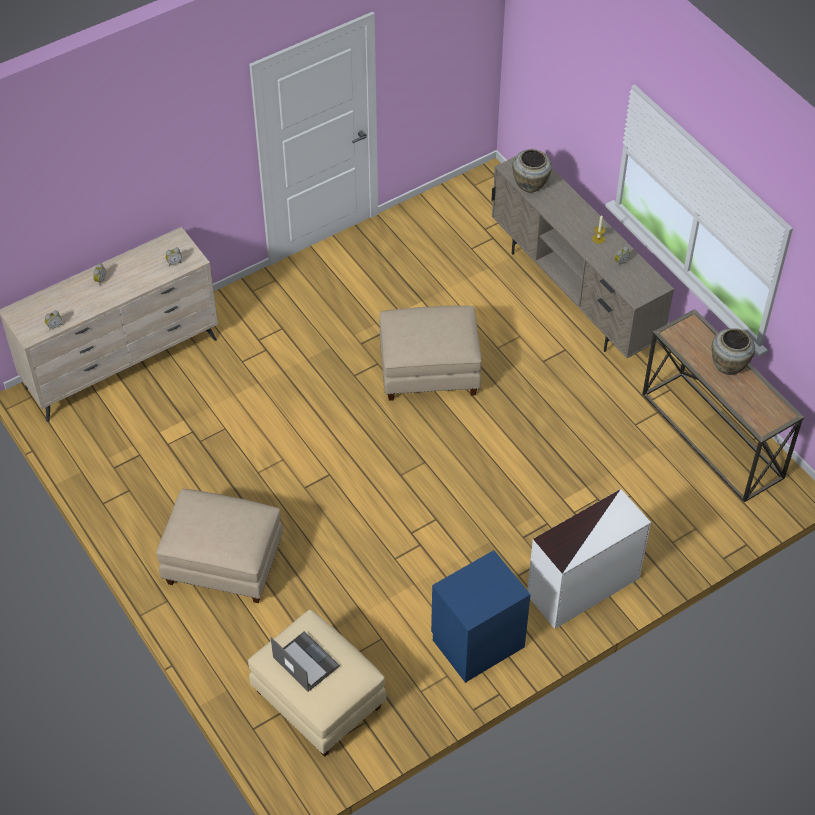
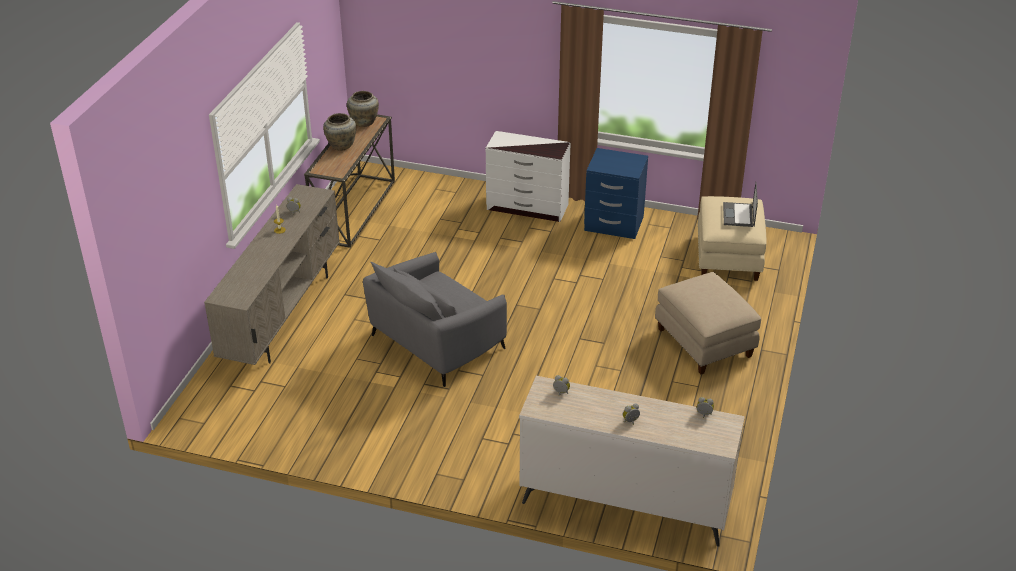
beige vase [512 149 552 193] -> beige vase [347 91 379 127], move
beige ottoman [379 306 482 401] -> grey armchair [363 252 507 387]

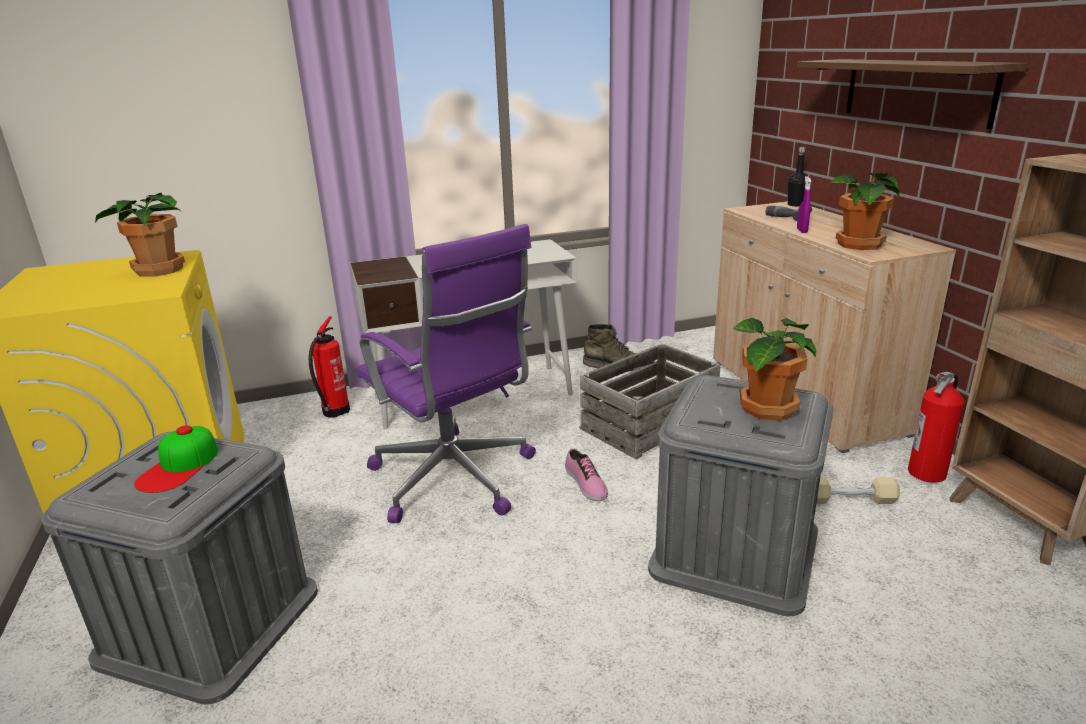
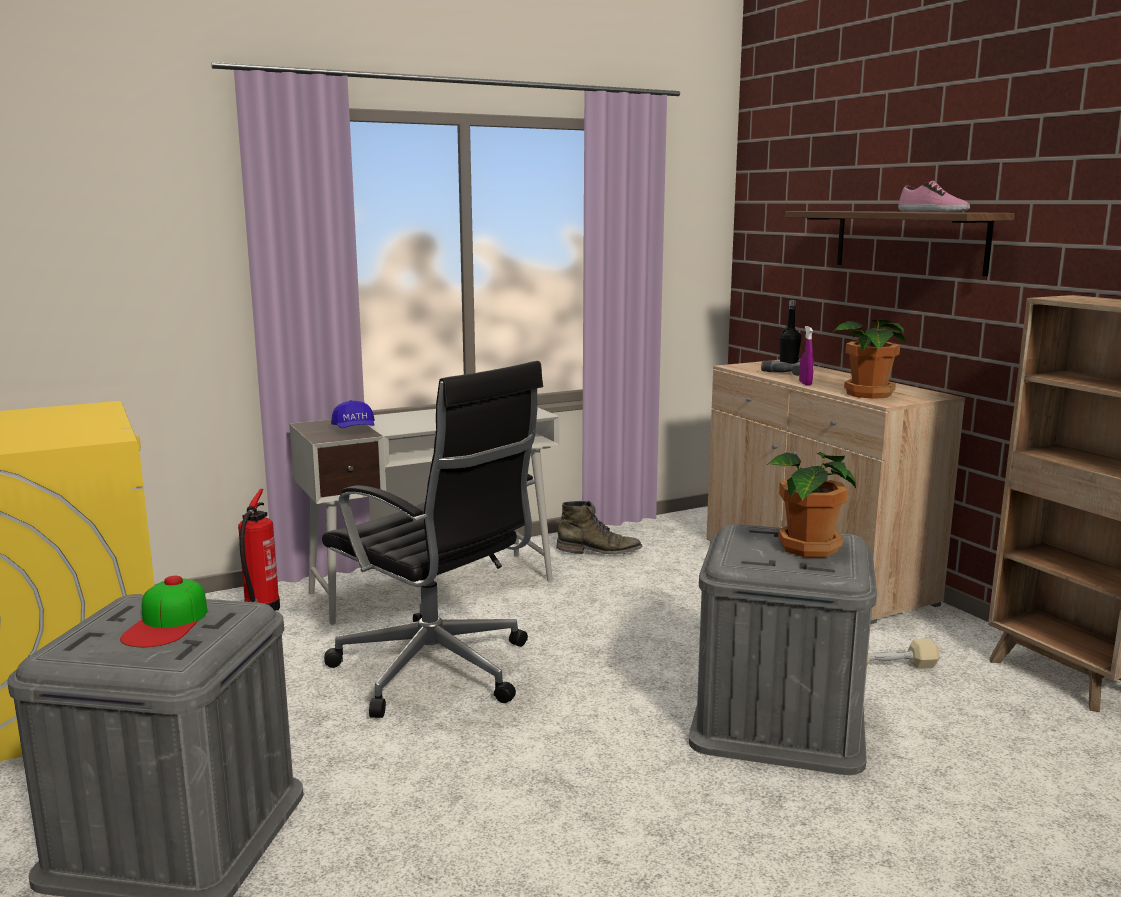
potted plant [95 193 185 277] -> none
crate [580 344 721 459] -> none
fire extinguisher [908 372 965 483] -> none
none -> blue cap [331 400 375 428]
shoe [565 449 608 501] -> shoe [898 181 970 212], move
purple office chair [356 224 536 523] -> black office chair [322 361 543 718]

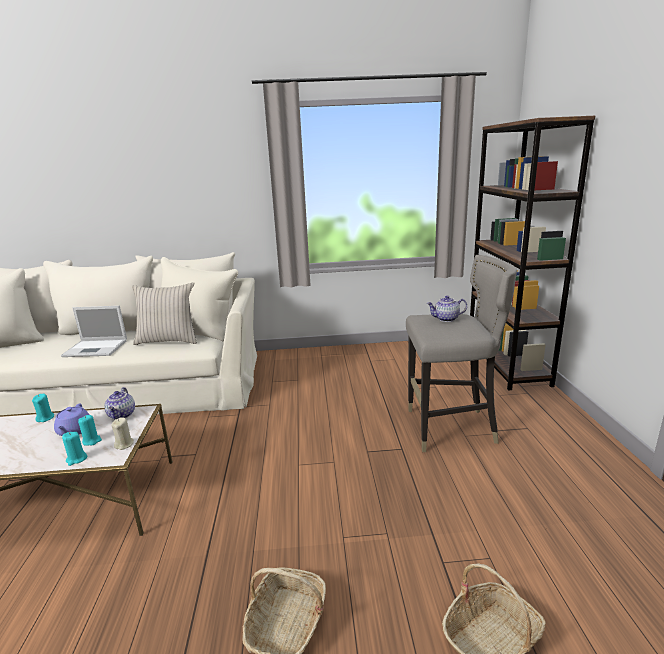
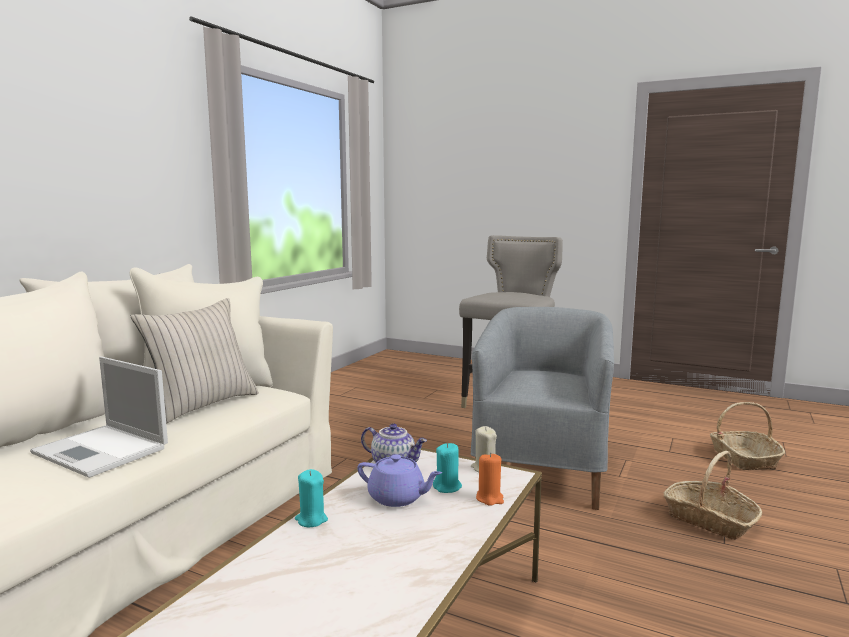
teapot [427 296 467 322] -> none
brown bookcase [470 116 595 390] -> none
none -> grey armchair [471 307 614 510]
turquoise candle [62 432 87 466] -> orange candle [476 453 504 506]
laptop [61 306 127 357] -> laptop [30 357 168 478], 90 degrees clockwise

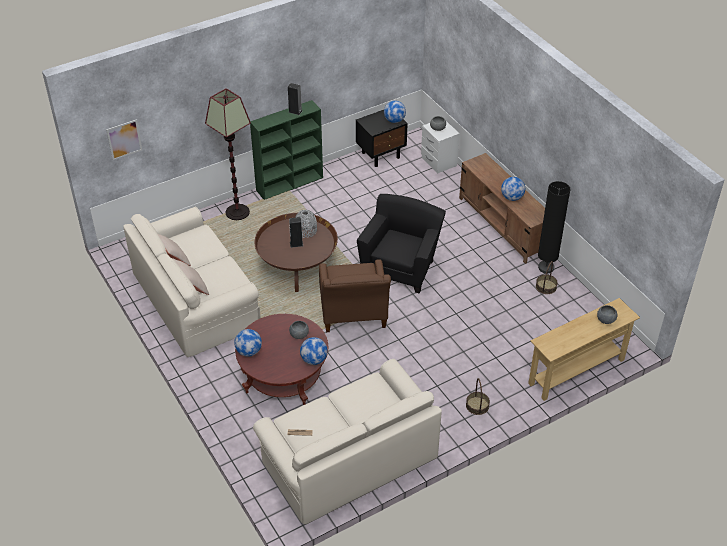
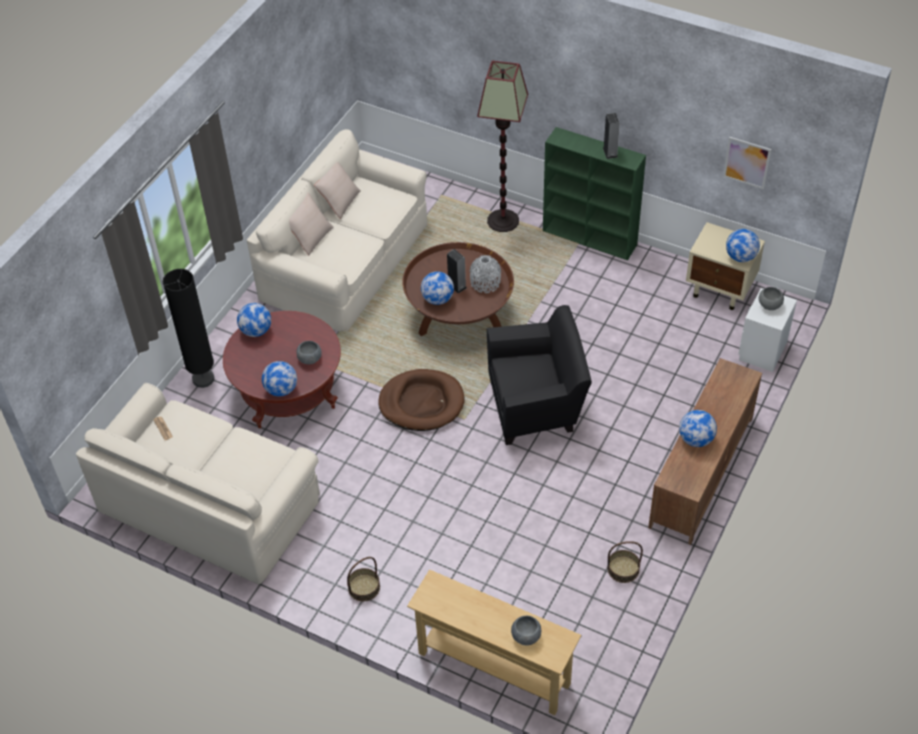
none -> globe [421 271 454 305]
picture [106 119 142 160] -> picture [723 137 772 189], move
black floor lamp [538 181 571 273] -> black floor lamp [163 269 214 388], move
brown armchair [319 259 391 332] -> brown dog bed [378 369 465 431]
black nightstand [356 110 408 167] -> beige nightstand [686 222 765 310]

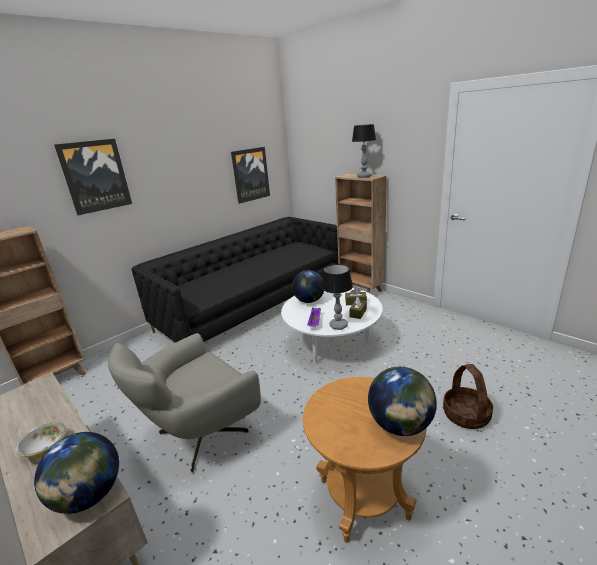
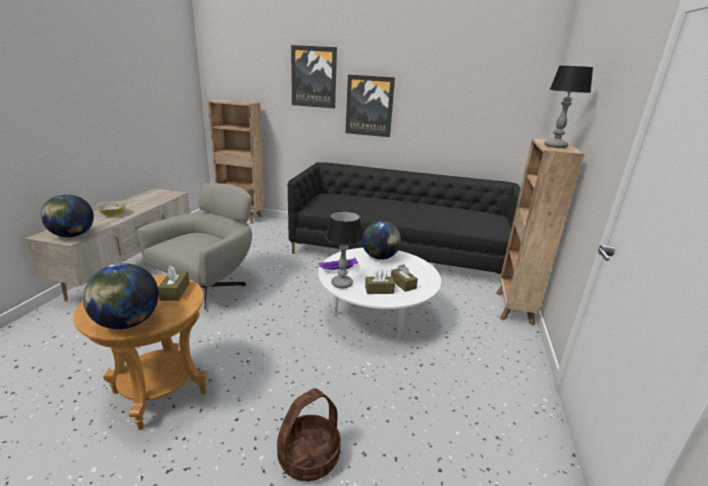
none -> brown tissue box [158 266 190 301]
picture [231 147 270 204] -> picture [346 75 395 137], move
grey armchair [108 333 261 473] -> grey armchair [137 183 252 310], 105 degrees clockwise

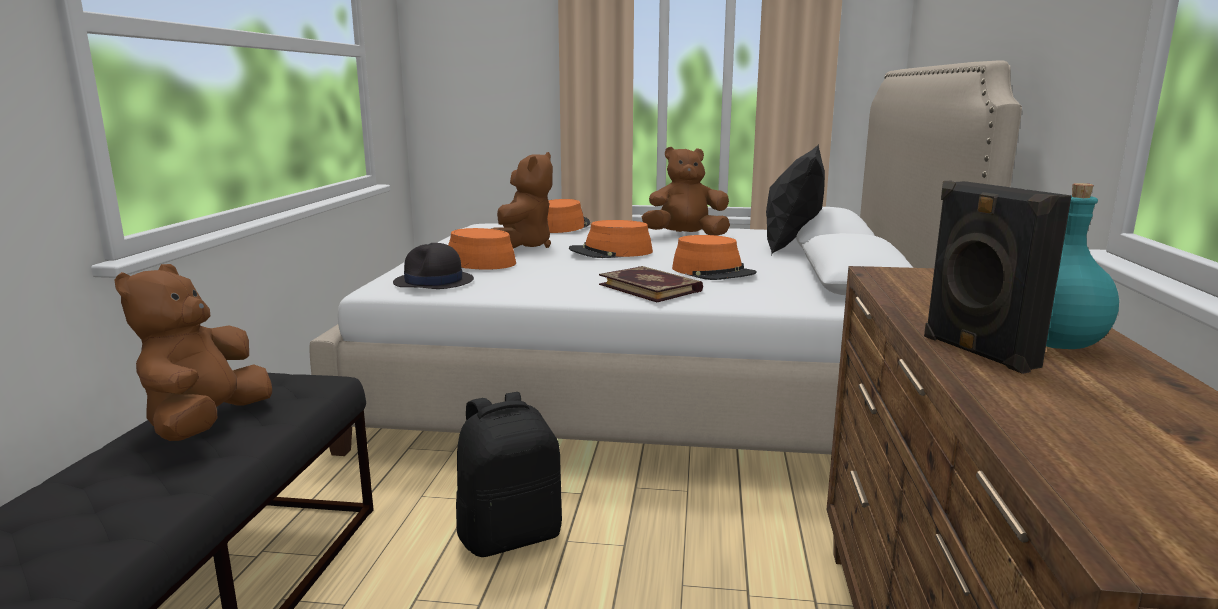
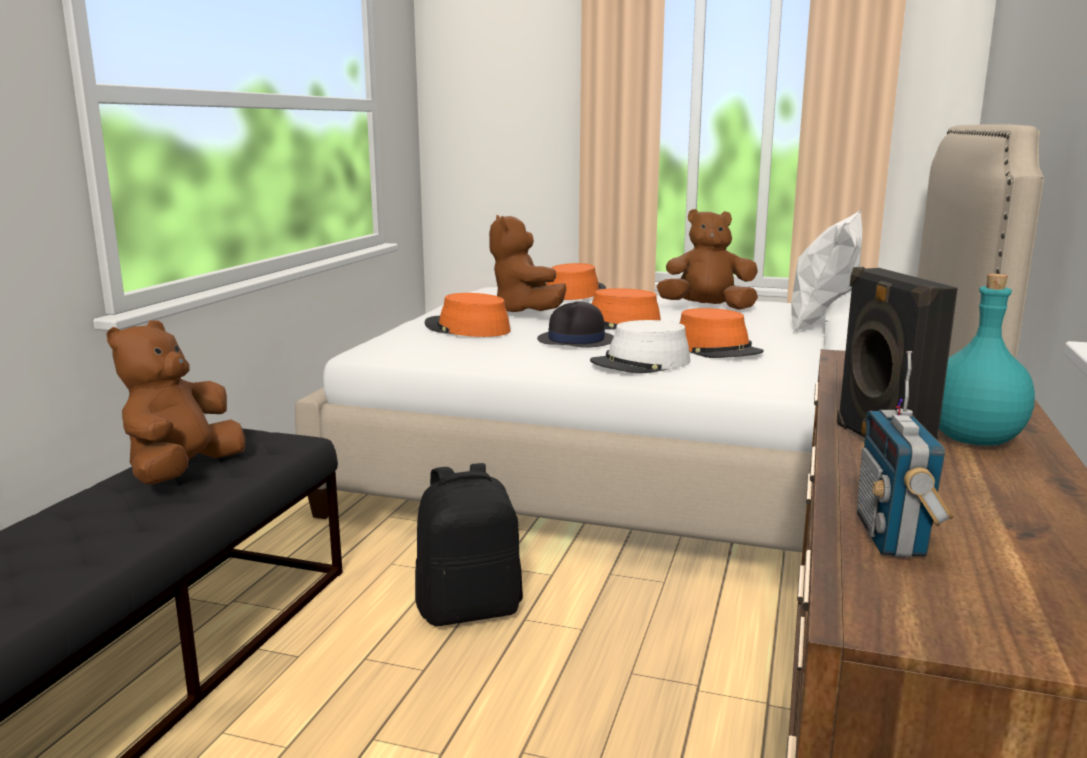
none -> radio [857 351 953 557]
black hat [393 243 474 289] -> black hat [537 301 614 348], move
book [599 266 703 302] -> white hat [590 320 690 374]
black pillow [766 144 825 255] -> white pillow [791 208 862 333]
brown plush toy [491 152 553 249] -> brown plush toy [489 215 566 312], 135 degrees clockwise

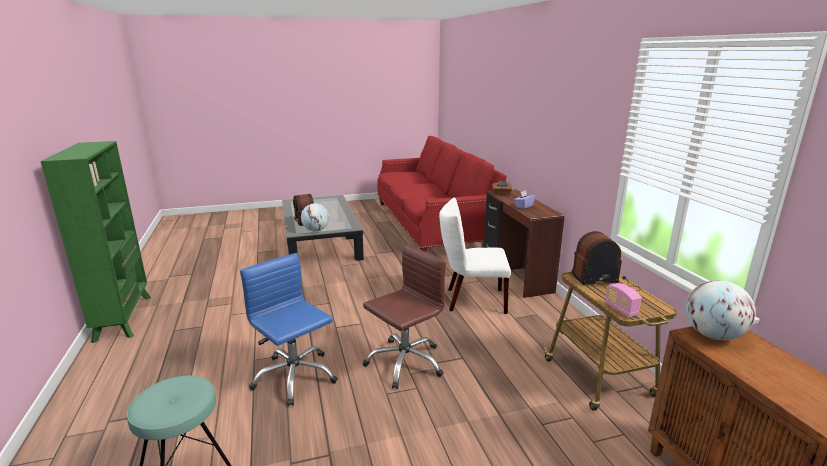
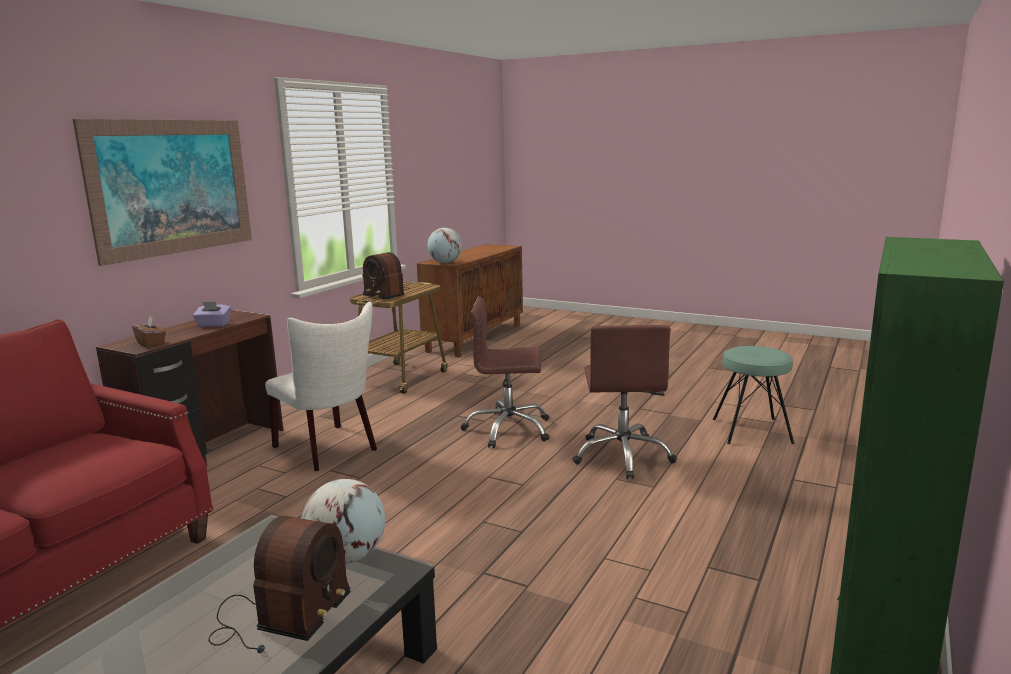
radio [605 283 642 317] -> none
none -> picture [73 119 252 266]
blue office chair [240 253 338 406] -> brown office chair [573 325 677 479]

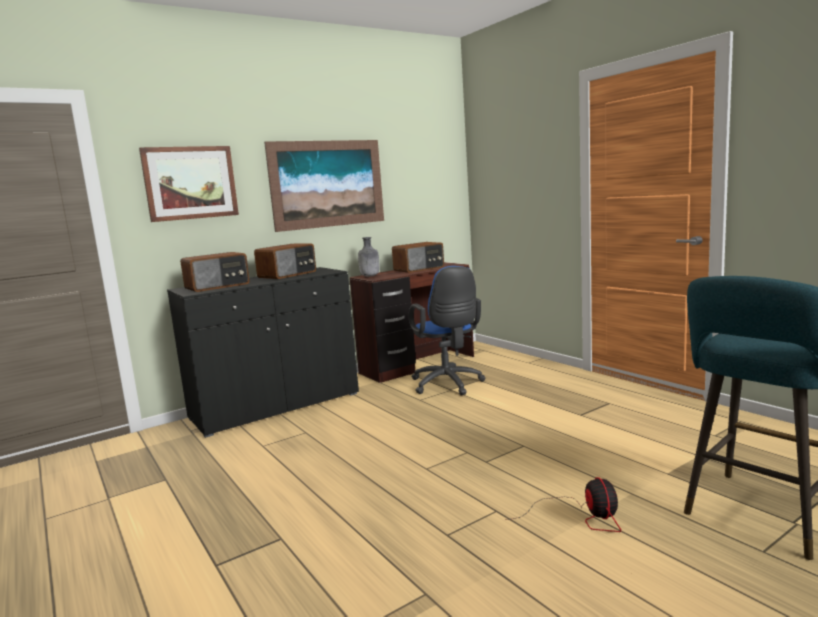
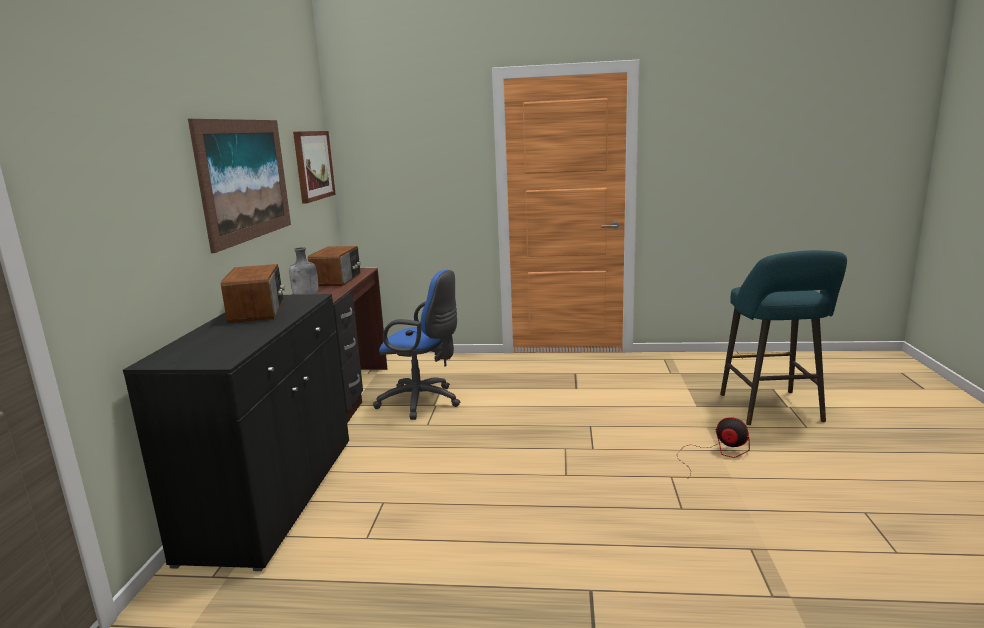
radio [180 252 250 292] -> none
picture [139 146 239 222] -> picture [293 131 336 204], move

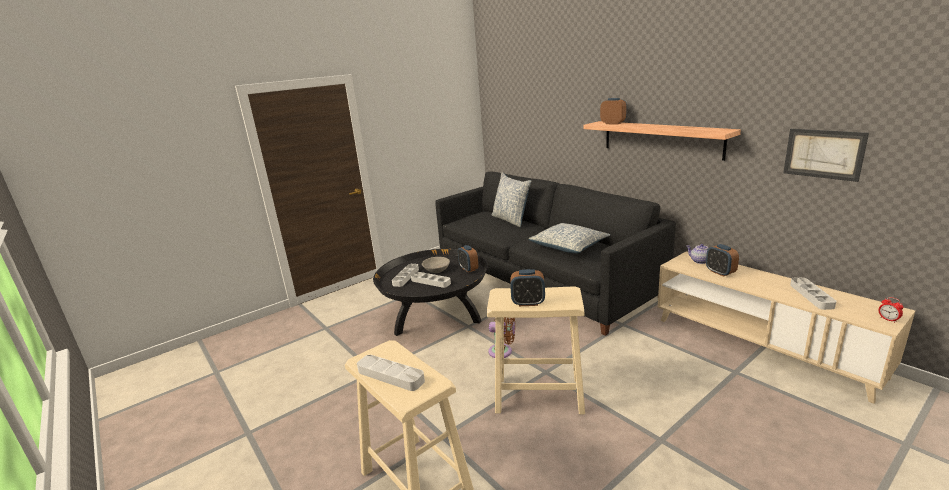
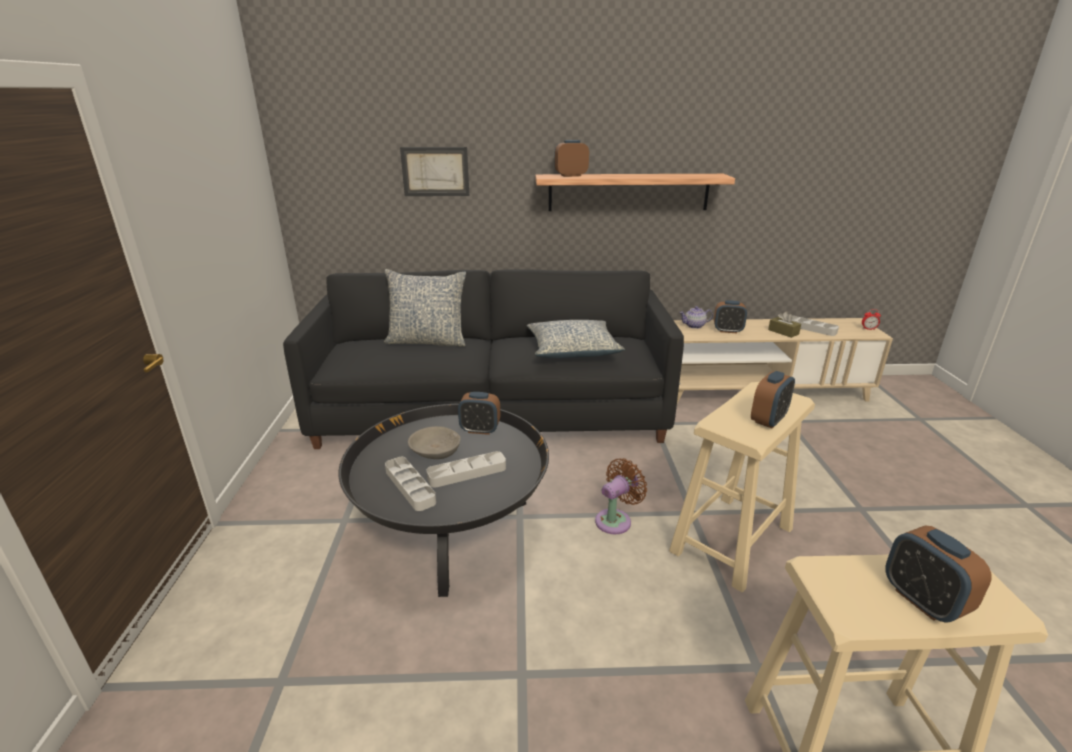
none -> brown tissue box [768 311 801 338]
picture [783 129 869 182] -> picture [400 147 469 196], move
grey tray [357 355 425 391] -> alarm clock [885 526 991 623]

